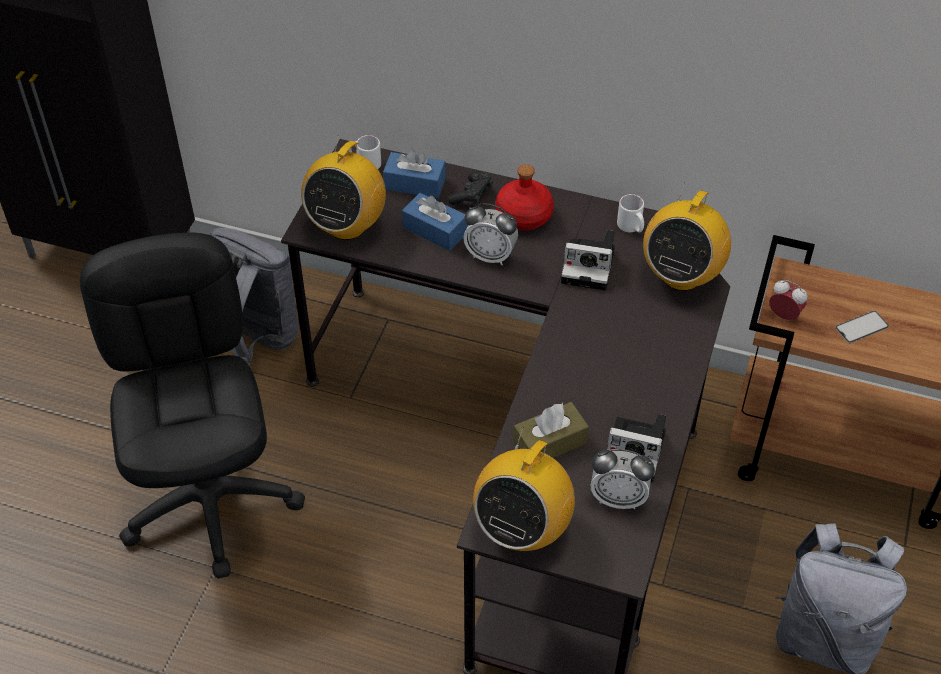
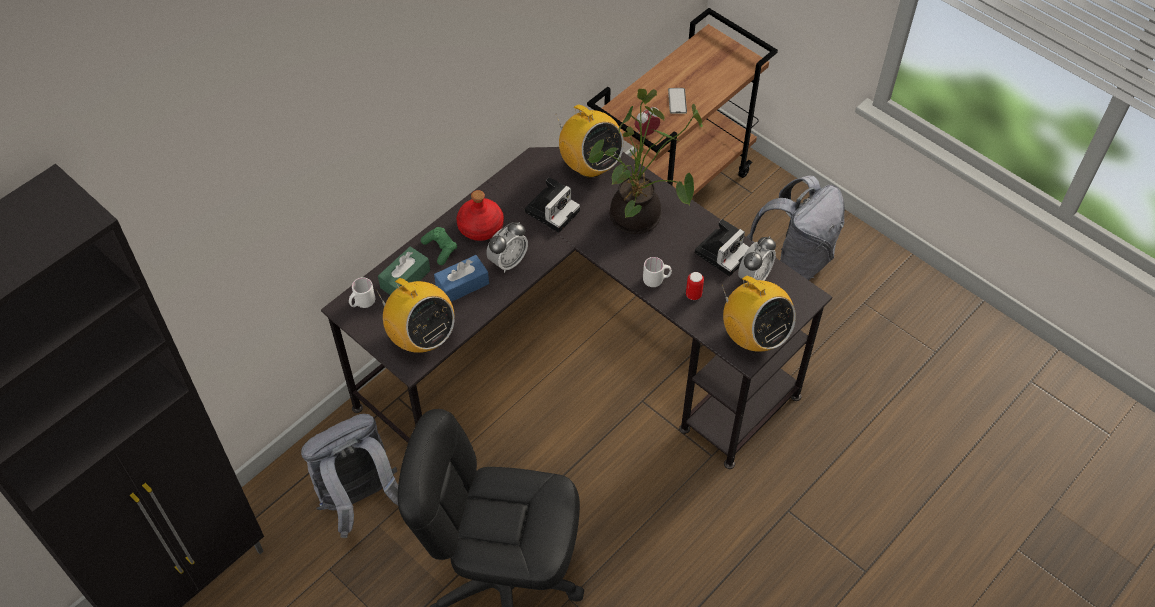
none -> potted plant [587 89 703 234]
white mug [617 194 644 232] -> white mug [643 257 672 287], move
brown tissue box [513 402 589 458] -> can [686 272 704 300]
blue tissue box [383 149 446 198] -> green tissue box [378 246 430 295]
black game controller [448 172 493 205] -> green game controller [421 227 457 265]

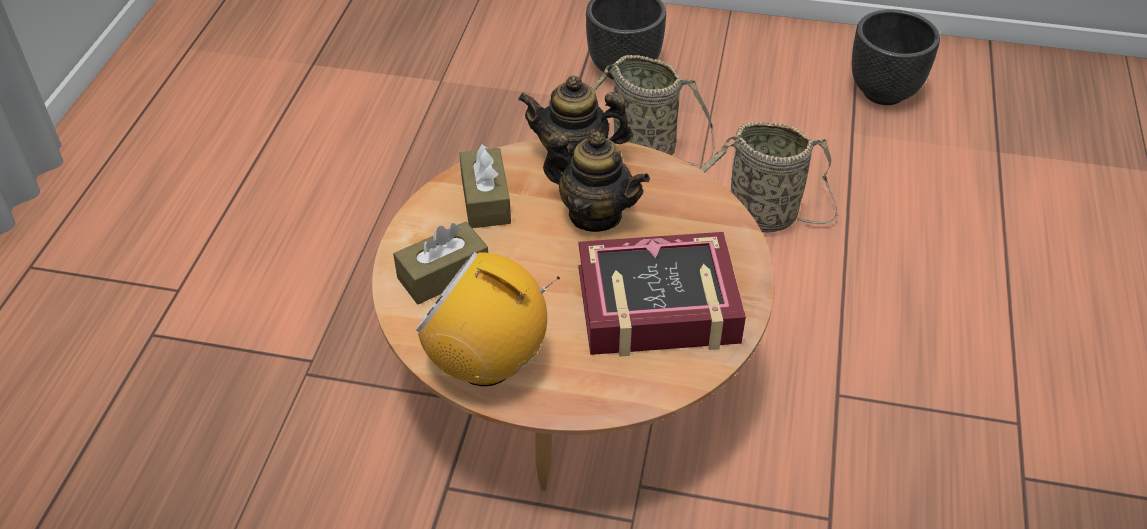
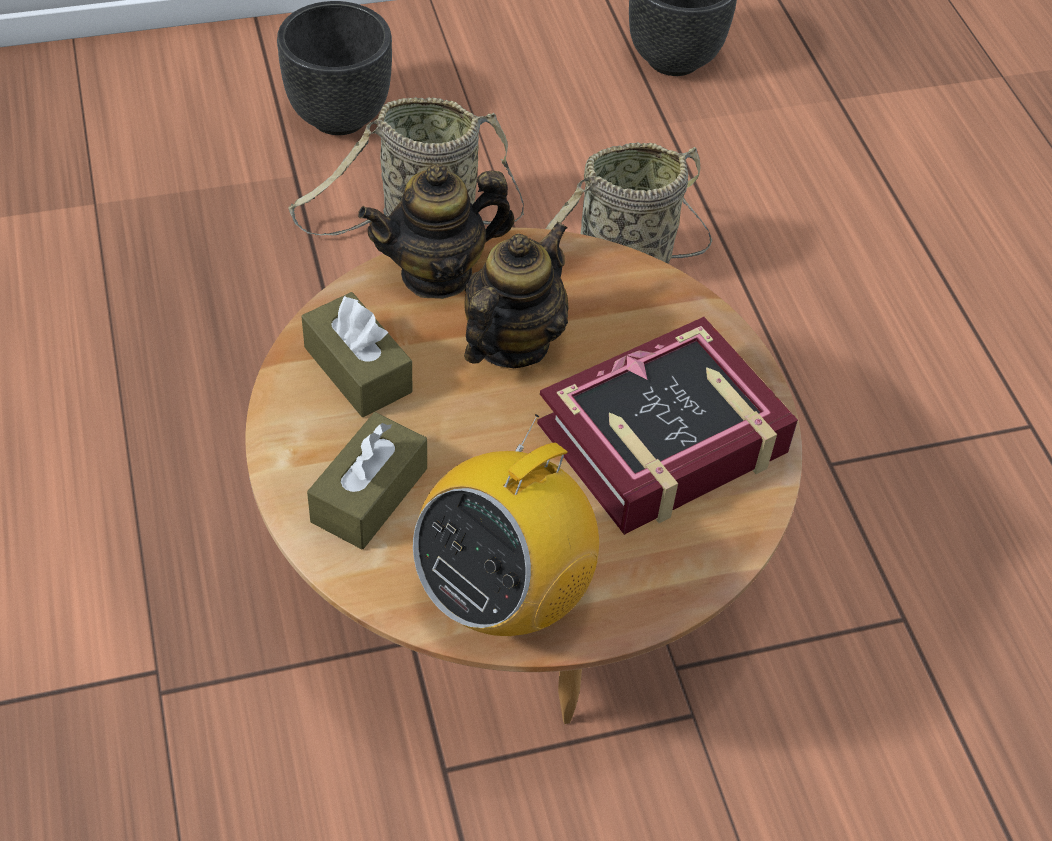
radio [416 252 560 386] -> radio [413 414 599 636], 45 degrees counterclockwise
teapot [543 132 650 232] -> teapot [464 221 569 368], 60 degrees counterclockwise

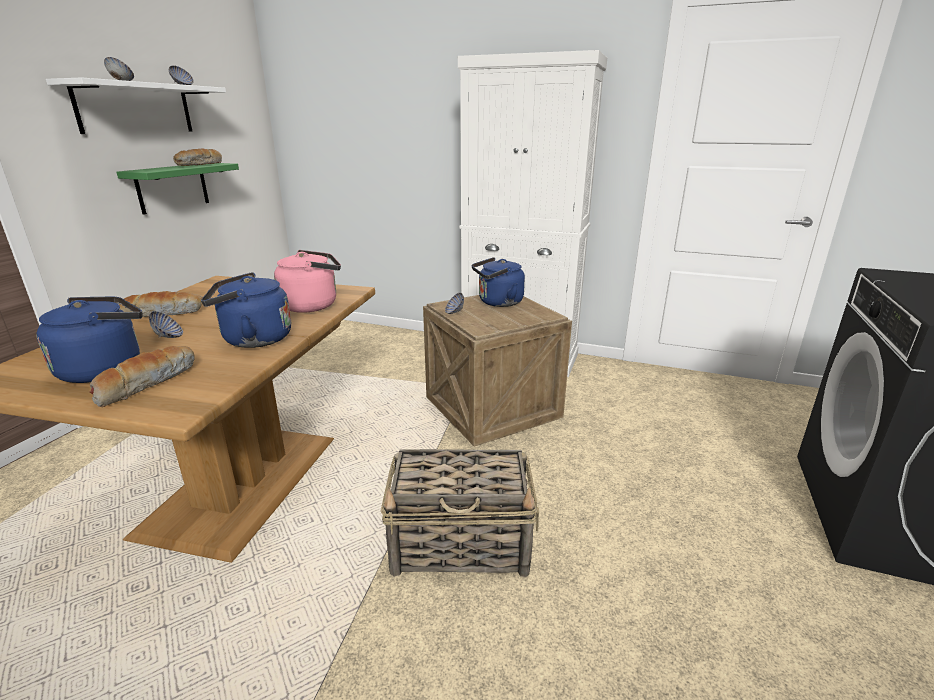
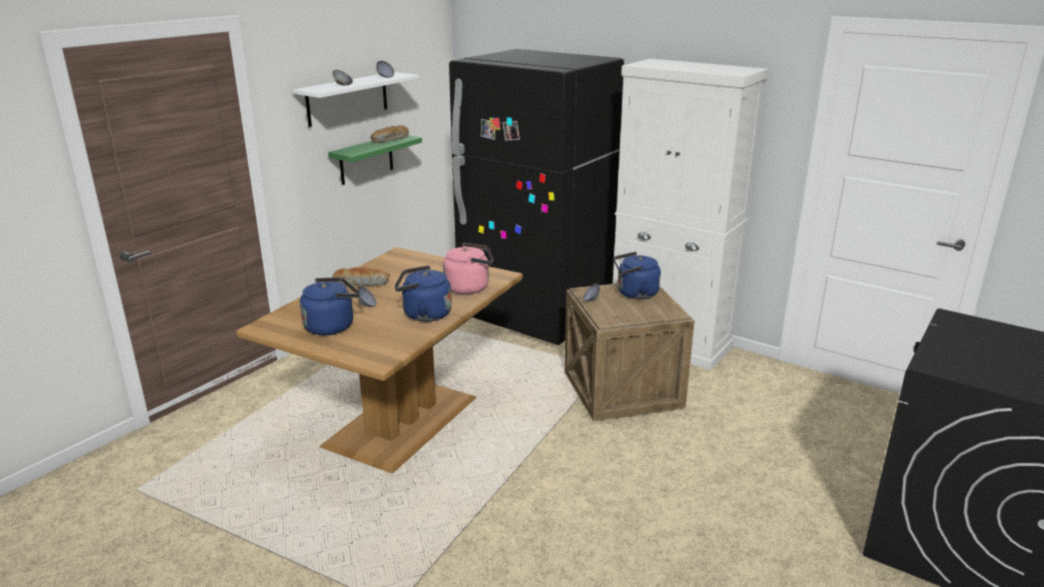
bread [89 346 195 407] -> none
basket [381 449 539 577] -> none
none -> black fridge [449 49 624 345]

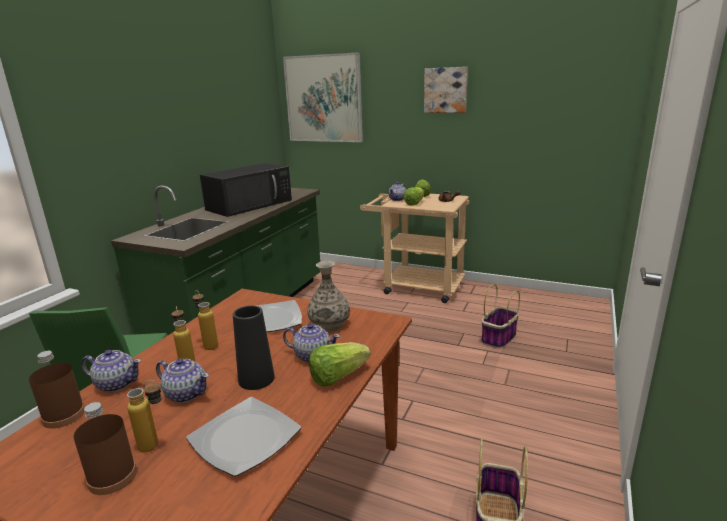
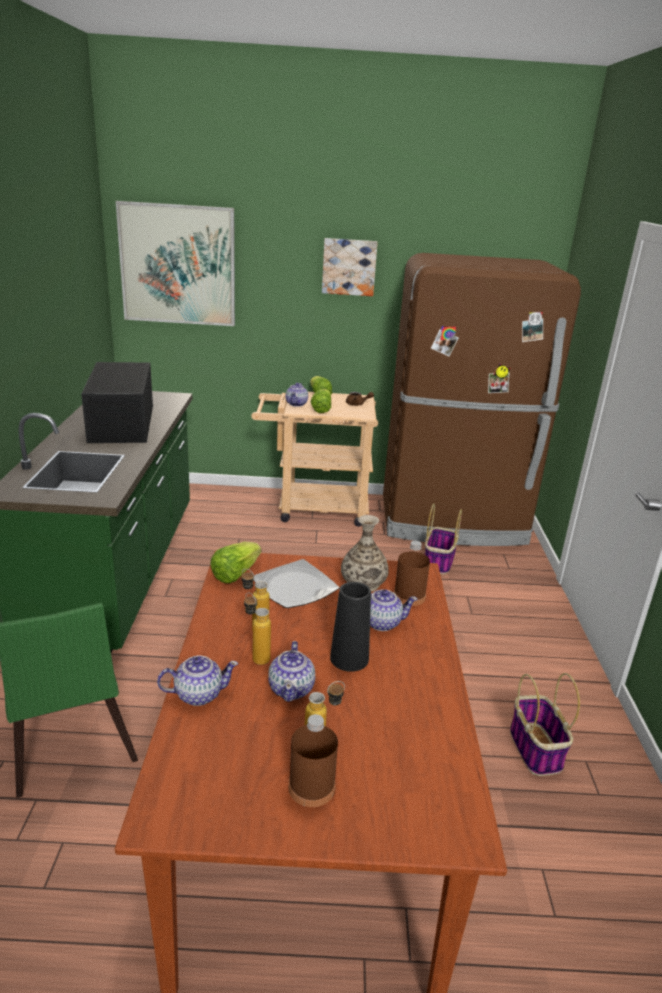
plate [186 397 301 477] -> none
none -> brown fridge [383 253 581 546]
brown bottle [29 351 85 428] -> brown bottle [394 541 430 606], move
lettuce [309 342 371 387] -> lettuce [210 542 261 583], move
teapot [156 358 209 403] -> teapot [268 641 315 702], 90 degrees clockwise
black microwave [200 163 292 217] -> black microwave [81 362 153 443], 150 degrees clockwise

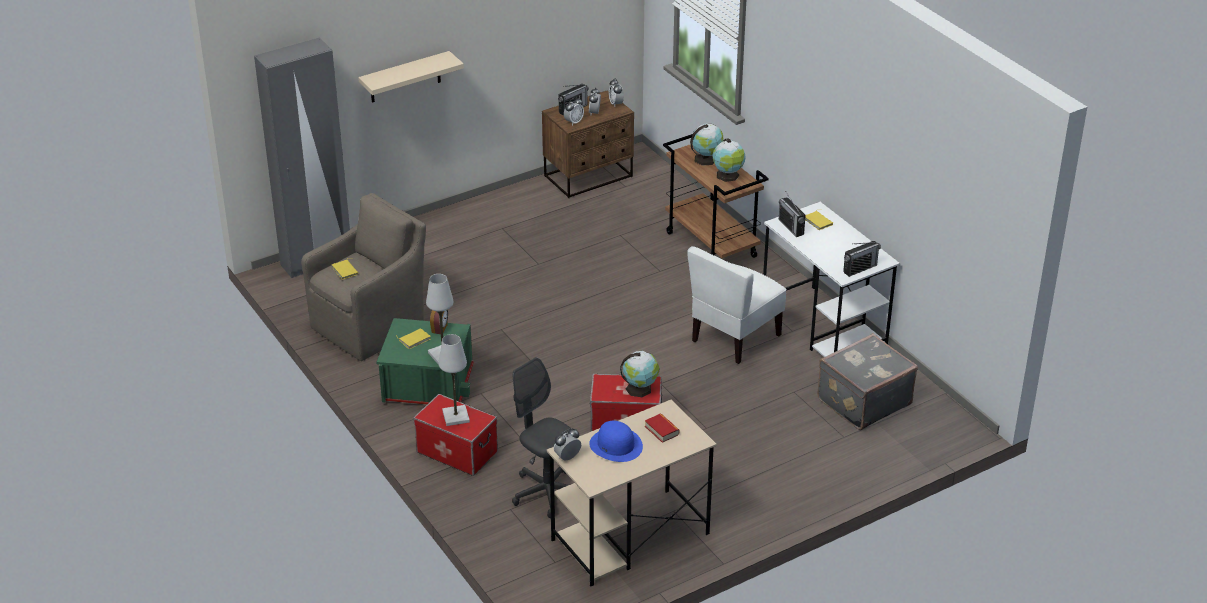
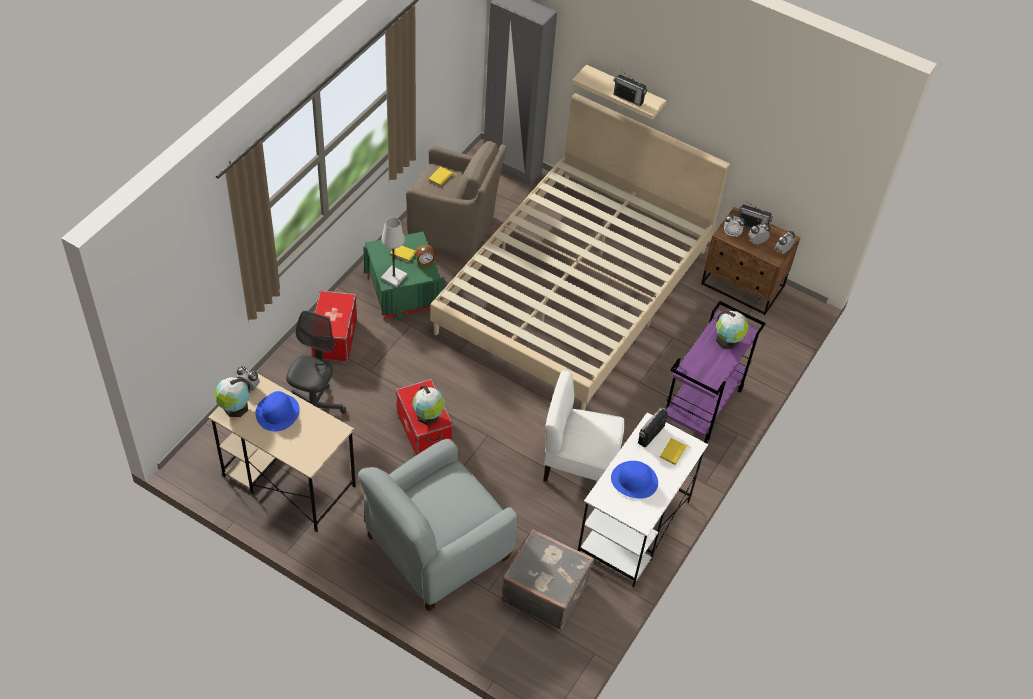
white table lamp [439 334 470 426] -> none
book [645 413 679 443] -> none
none -> grey armchair [358 439 517 611]
none -> beige bed [430 93 730 410]
none -> blue hat [611 461 658 499]
globe [712 138 746 182] -> globe [214 377 250 417], move
radio [843 241 881 277] -> radio [613 70 647 106], move
brown cart [663 134 769 258] -> purple cart [666 301 766 443]

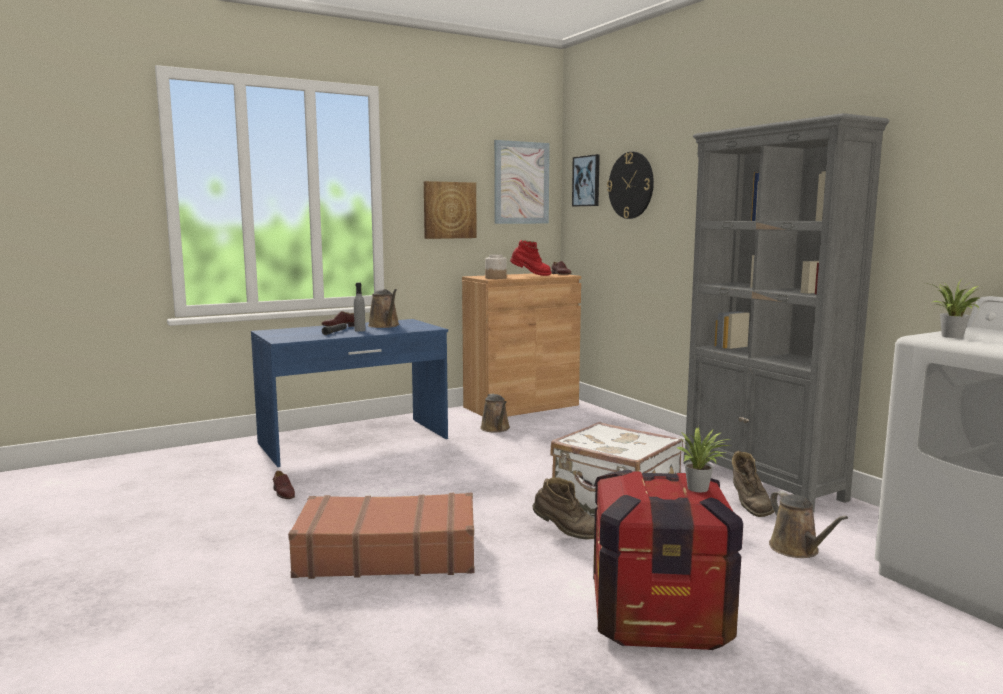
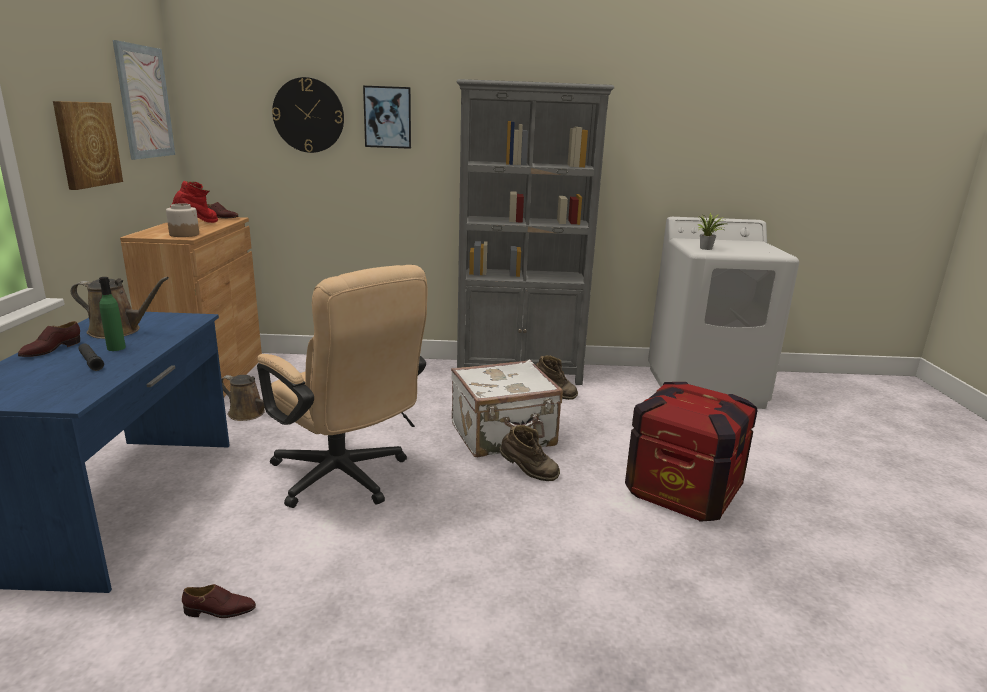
brown suitcase [288 493 475 579] -> none
potted plant [677 427 732 492] -> none
brown watering can [769 491 848 558] -> none
none -> beige office chair [257 265 427 508]
picture [572 154 600 207] -> picture [363 85 411 149], move
grey bottle [354 283 366 332] -> green bottle [99 277 126 351]
brown boot [533 477 595 539] -> brown boot [500 425 560 481], 60 degrees clockwise

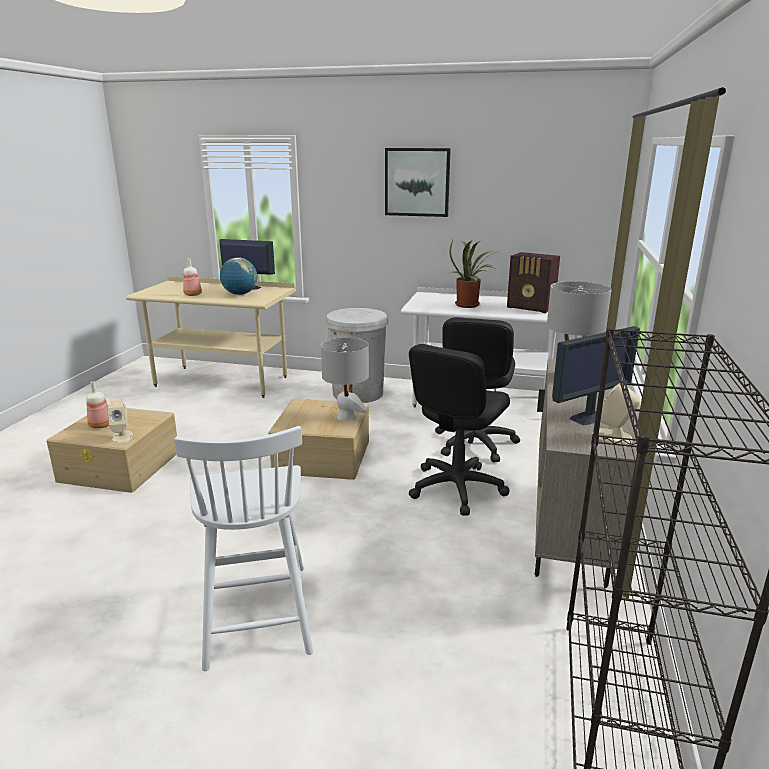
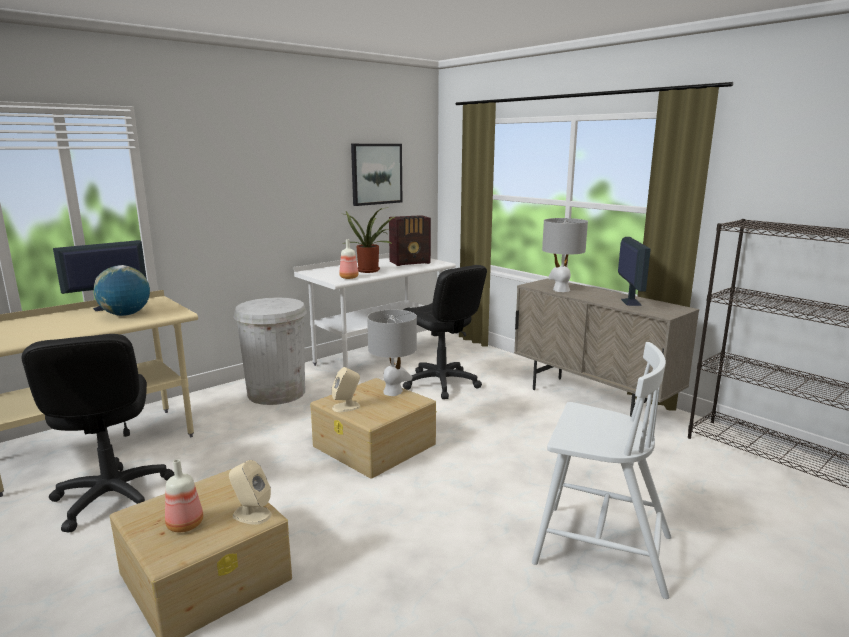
bottle [183 258 202 296] -> bottle [339 239 359 279], move
picture [385 148 451 217] -> picture [351 144 402 206], move
black office chair [409 344 510 516] -> black office chair [22 334 174 533], move
beige speaker [592 383 641 444] -> beige speaker [332 367 360 412], move

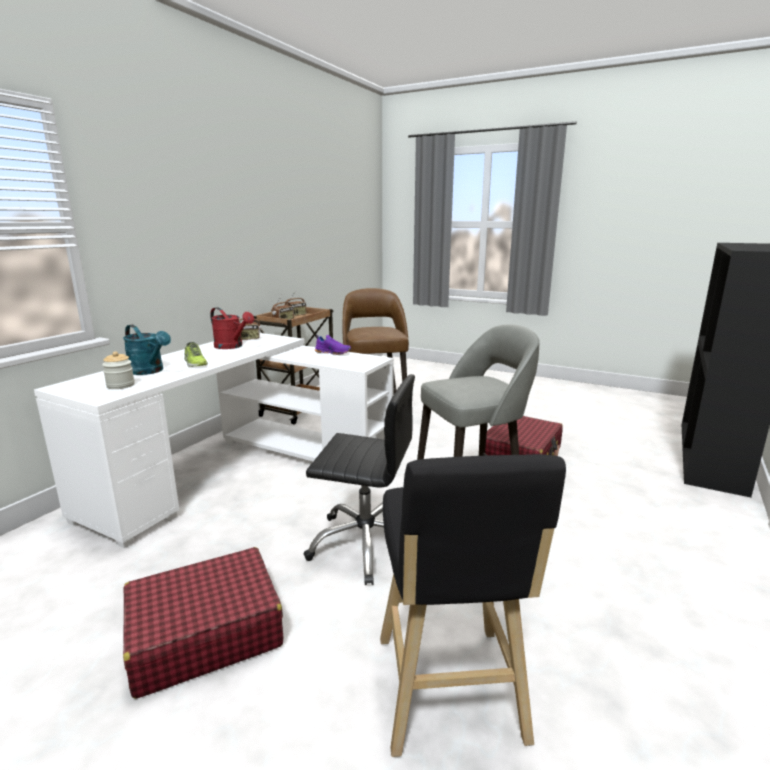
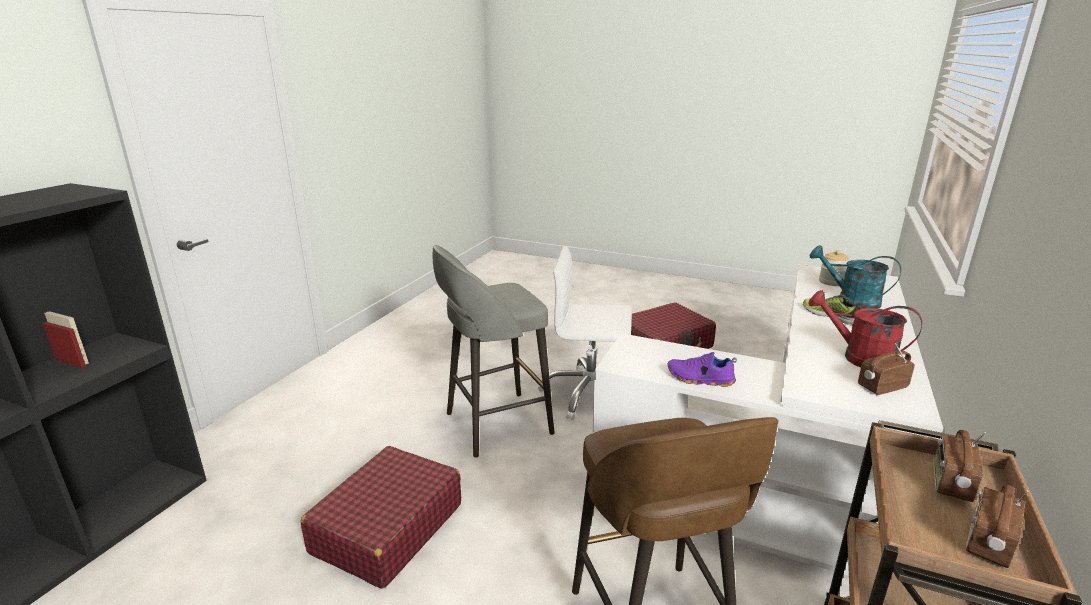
black stool [380 454 566 757] -> none
black office chair [304 374 415 585] -> white office chair [538 246 632 420]

